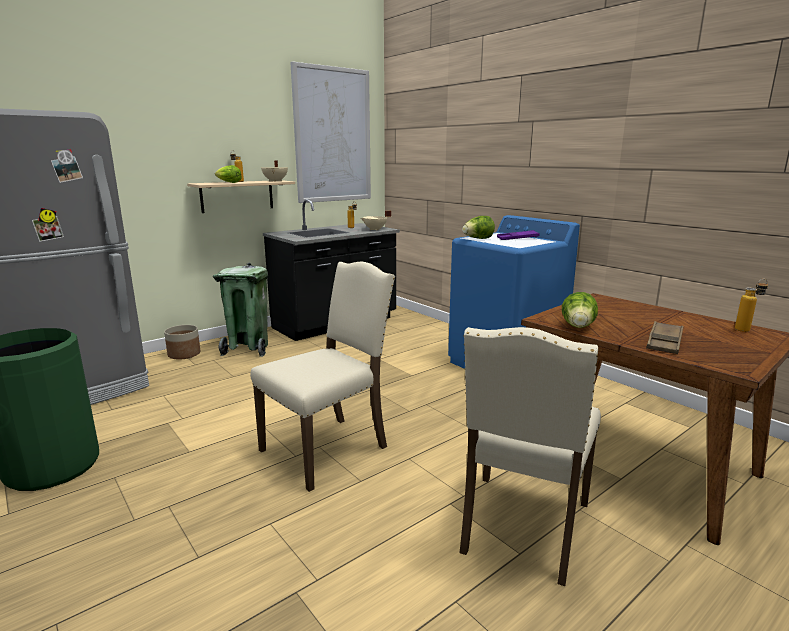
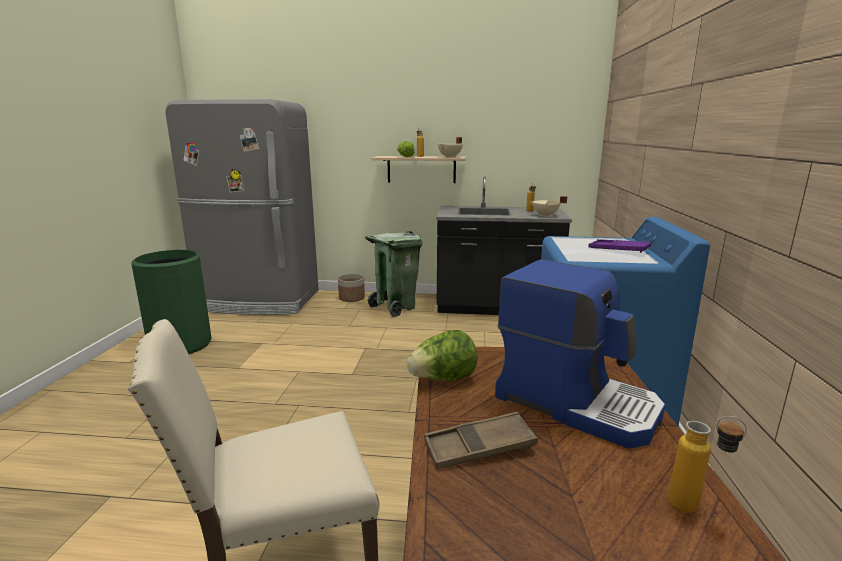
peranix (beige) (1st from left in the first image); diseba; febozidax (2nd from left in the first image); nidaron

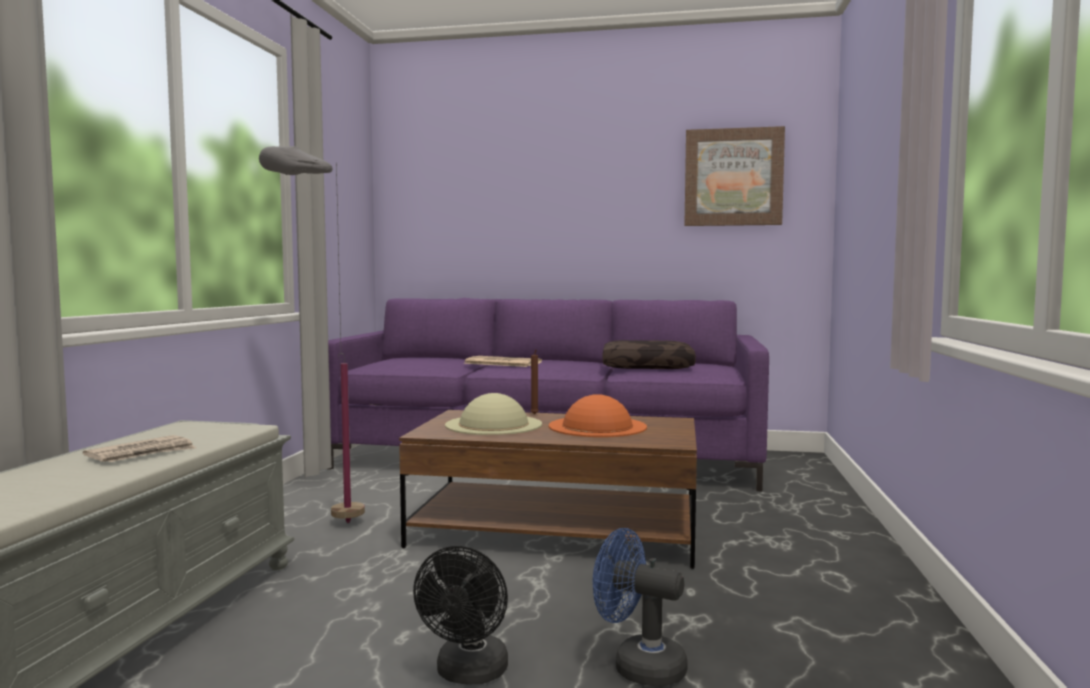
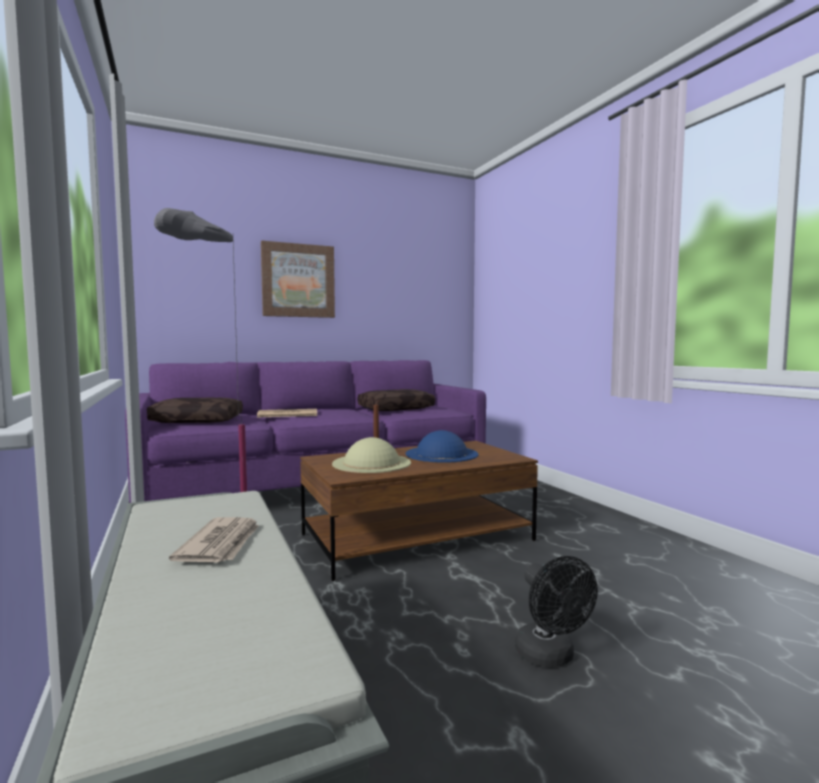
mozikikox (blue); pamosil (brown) (1st from left); diseba; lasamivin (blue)

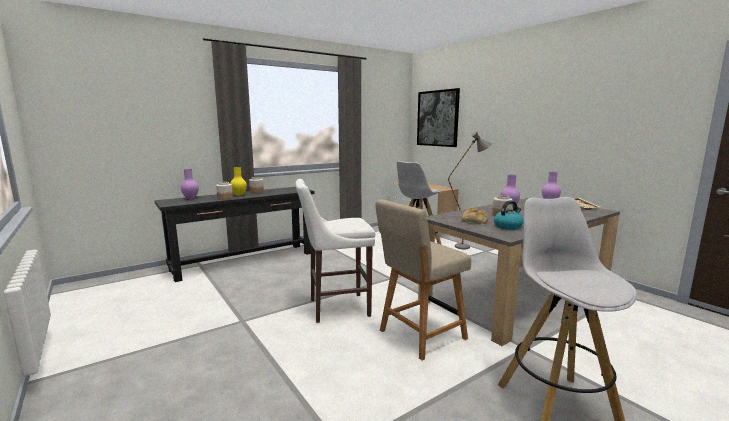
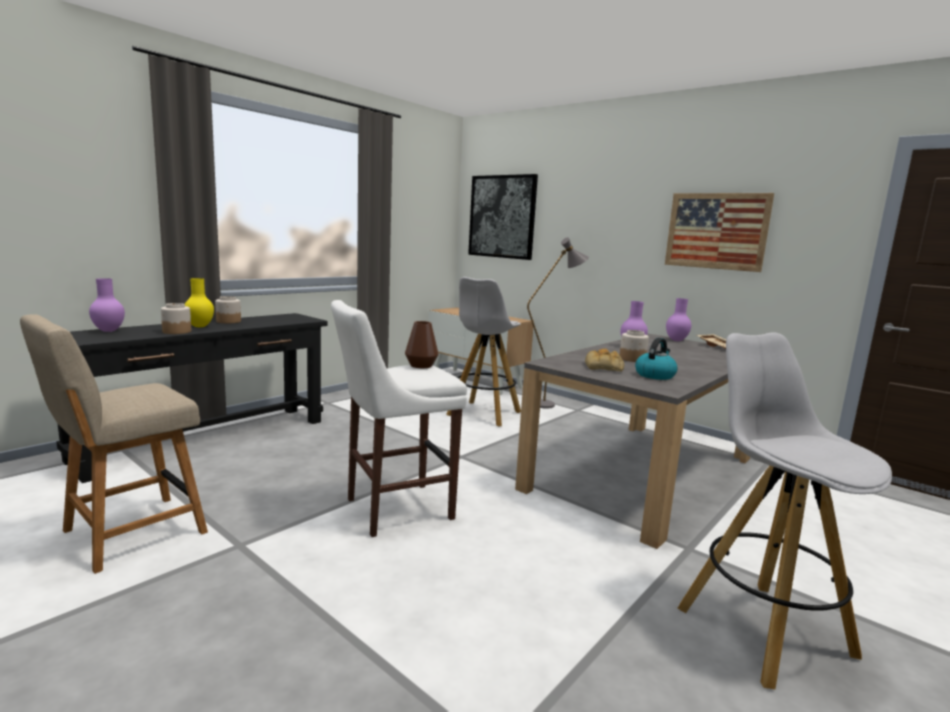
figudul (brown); diseba (2nd from left); peranix (beige)

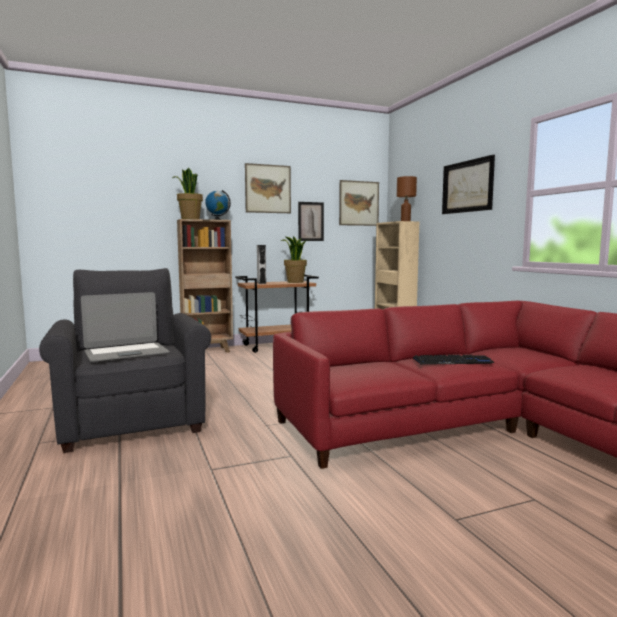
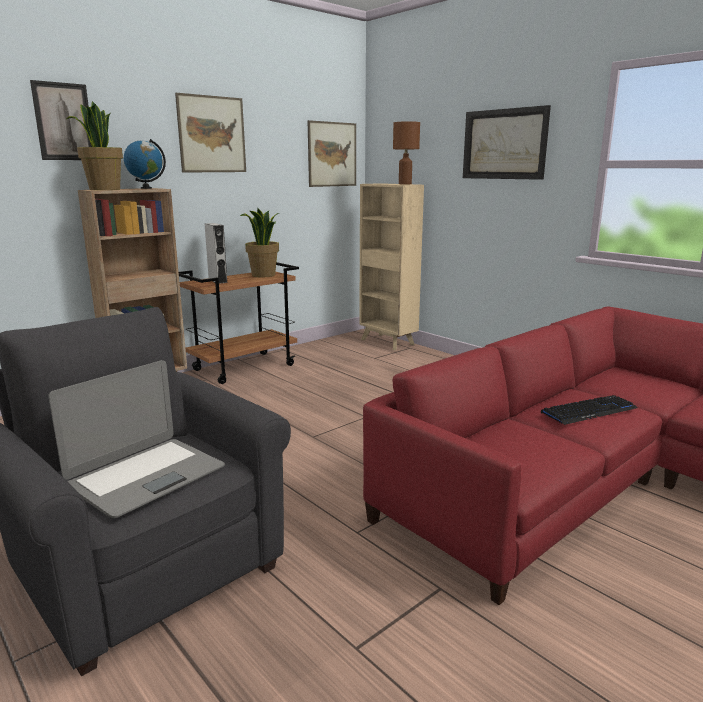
diseba (1st from left)

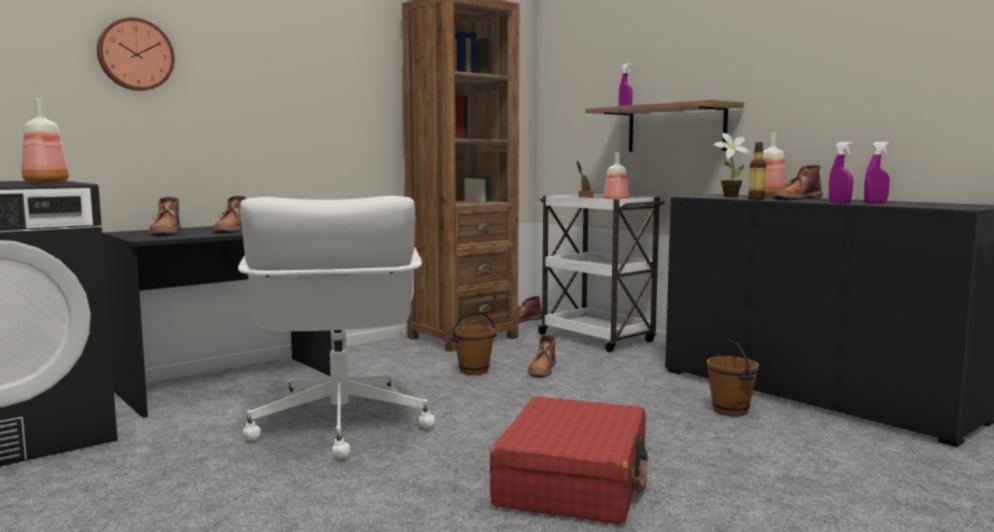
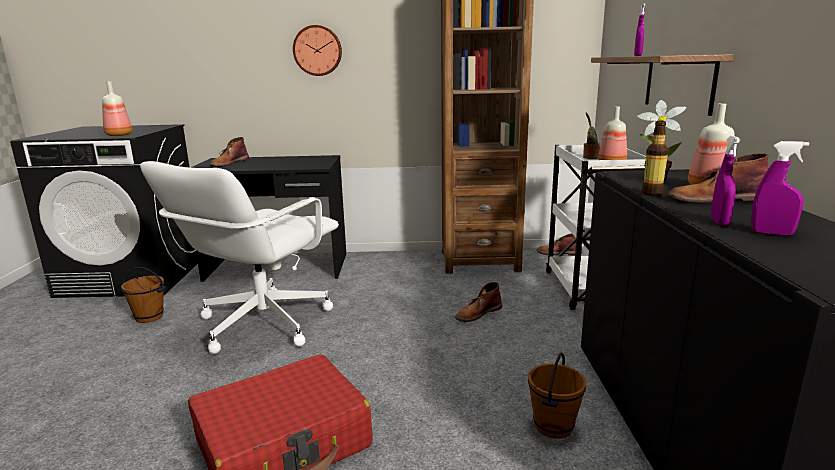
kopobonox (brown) (2nd from left in the first image); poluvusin; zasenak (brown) (1st from left)

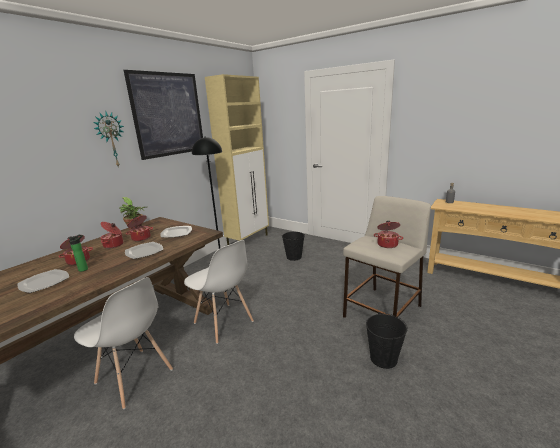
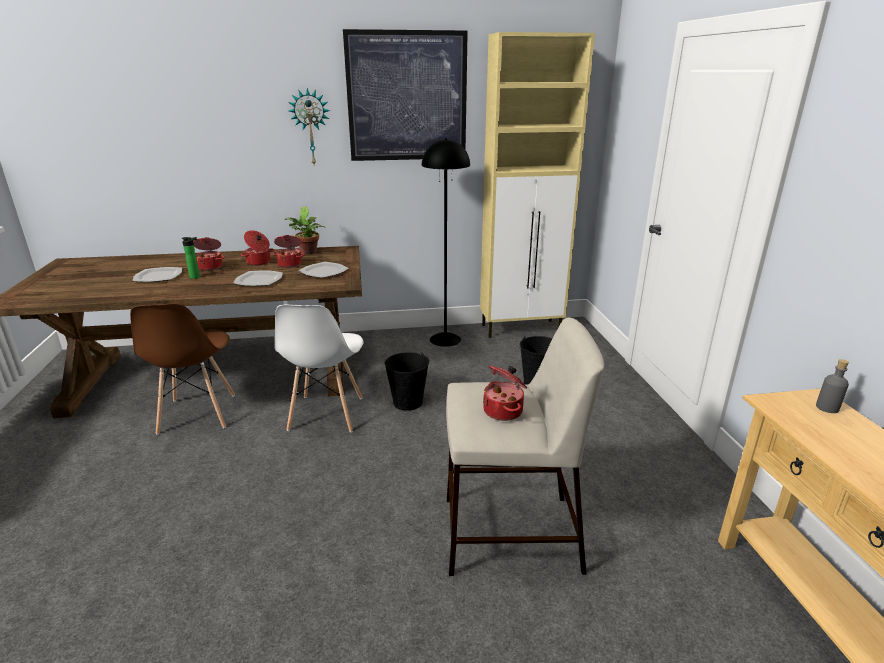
zasenak (black) (1st from left); peranix (brown)

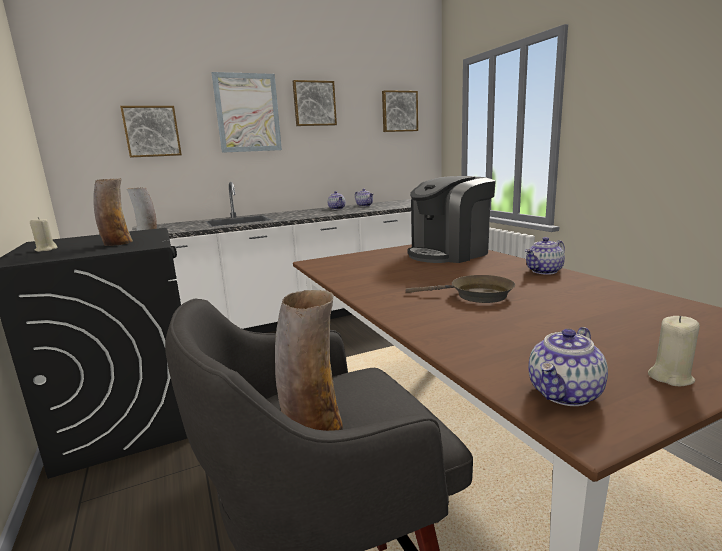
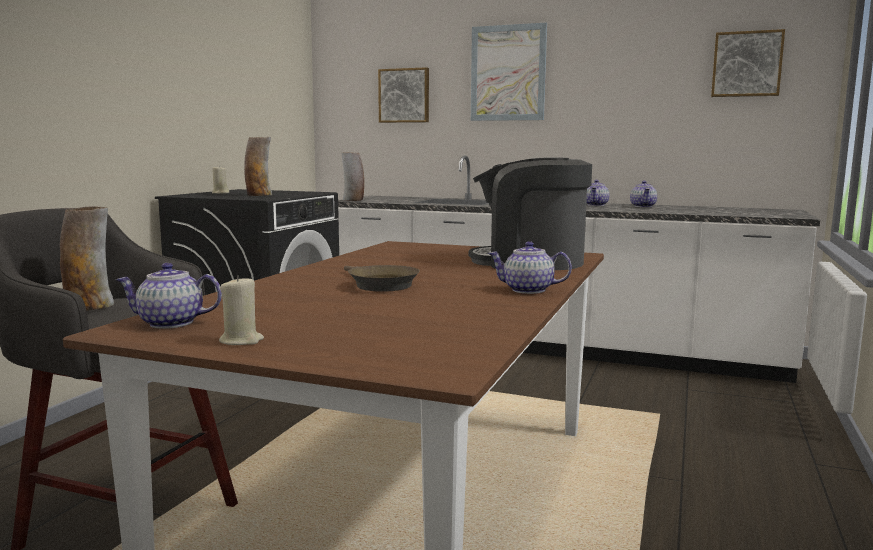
diseba (3rd from left in the first image)

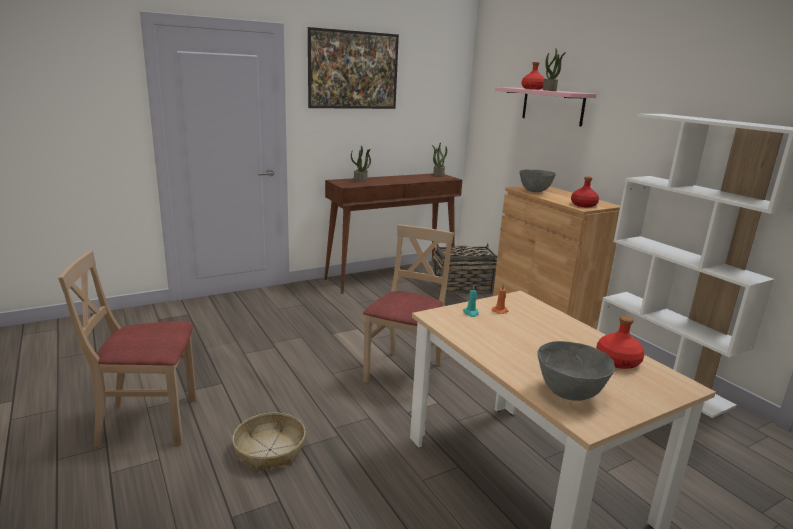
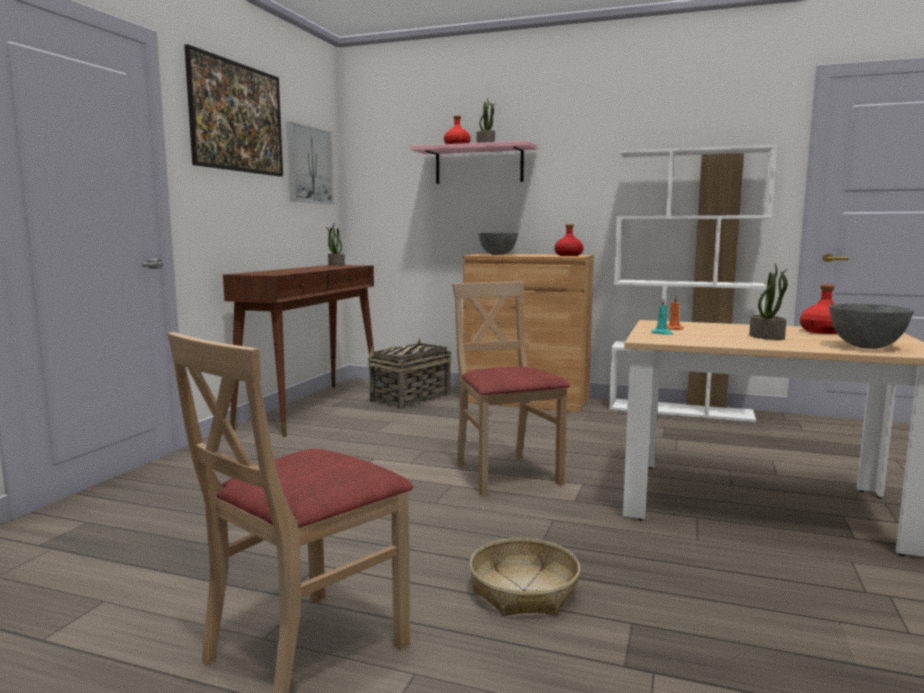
diseba (2nd from left); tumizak (3rd from left)

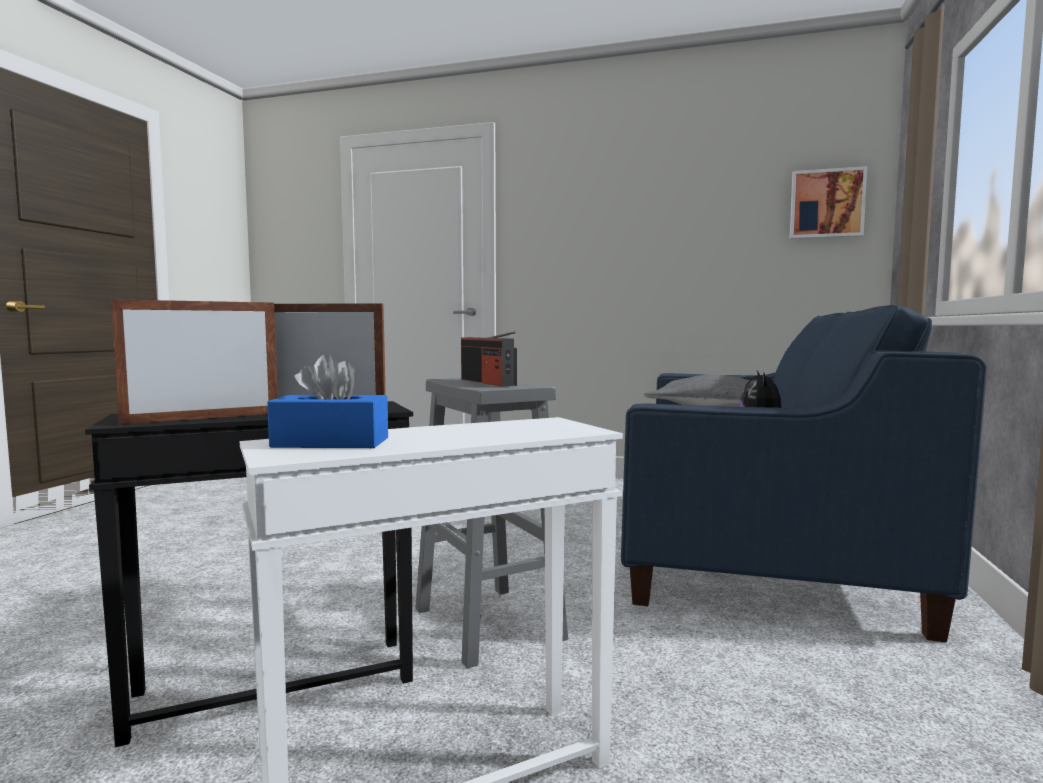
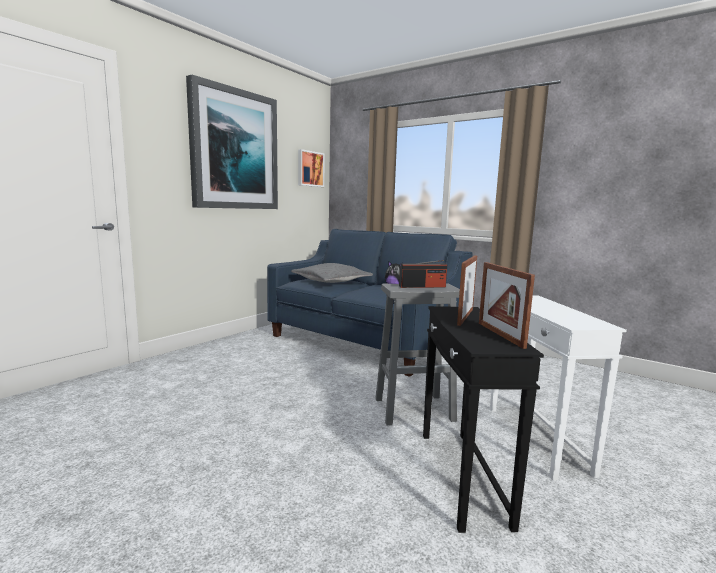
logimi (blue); diseba (1st from left)

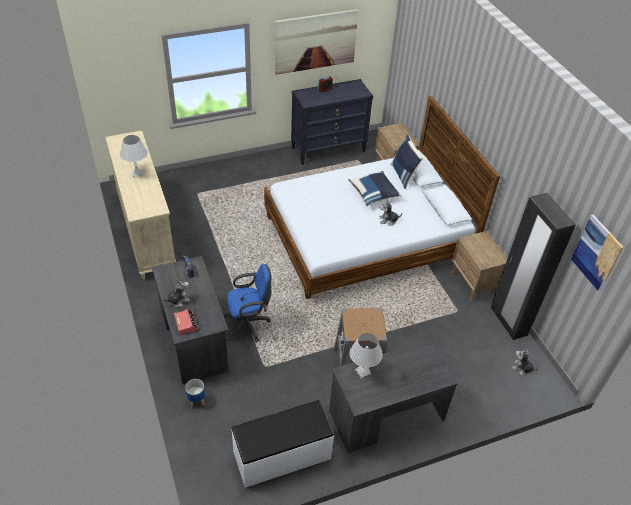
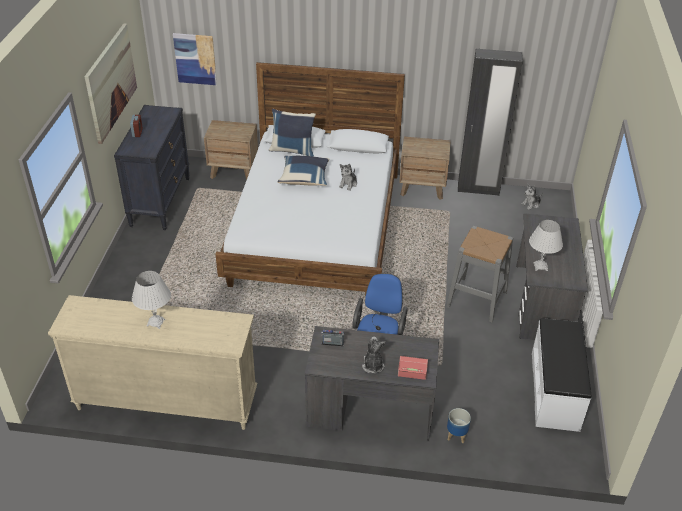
diseba (2nd from left)

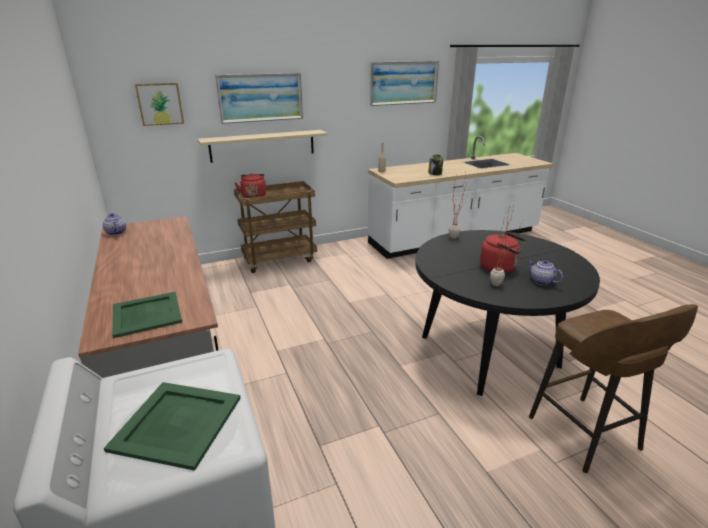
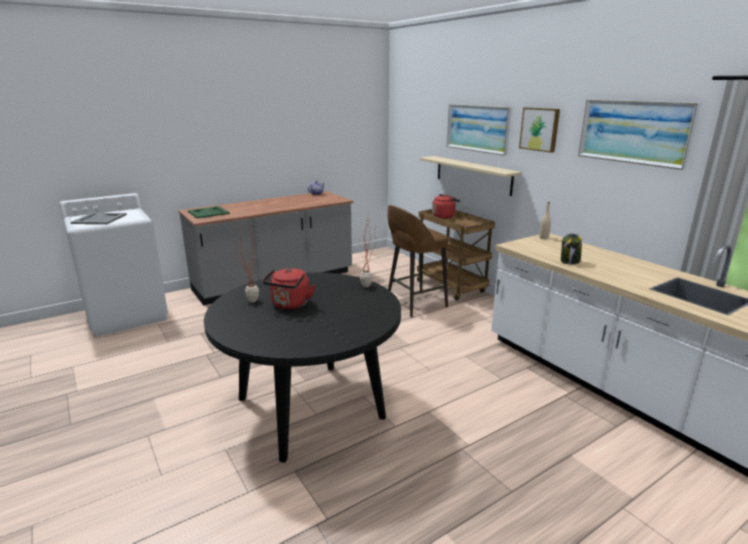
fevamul (2nd from left in the first image); diseba (2nd from left); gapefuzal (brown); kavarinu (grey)

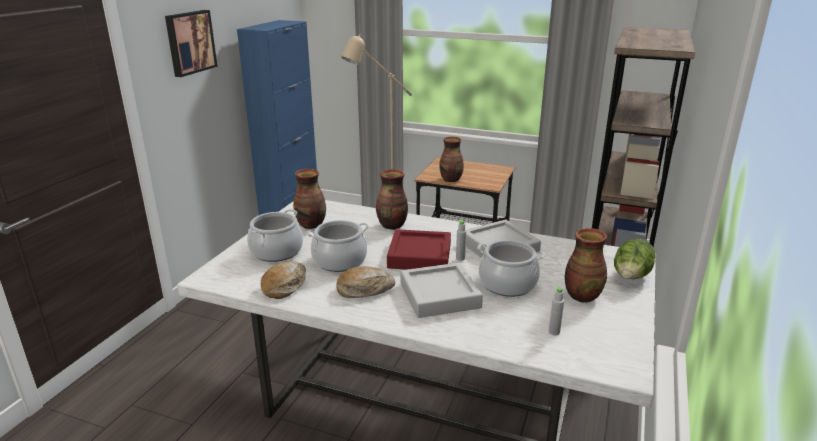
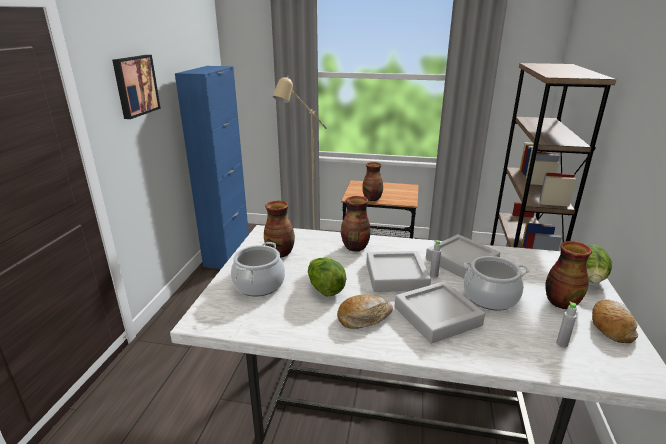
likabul (2nd from left); febozidax (1st from left); kavarinu (grey) (1st from left)

